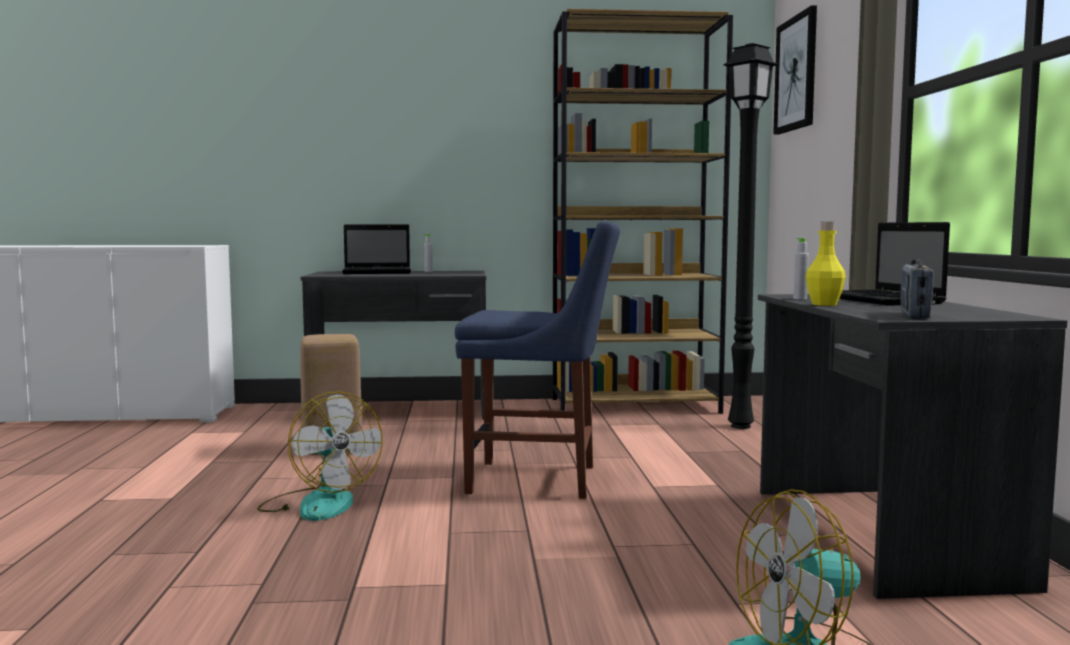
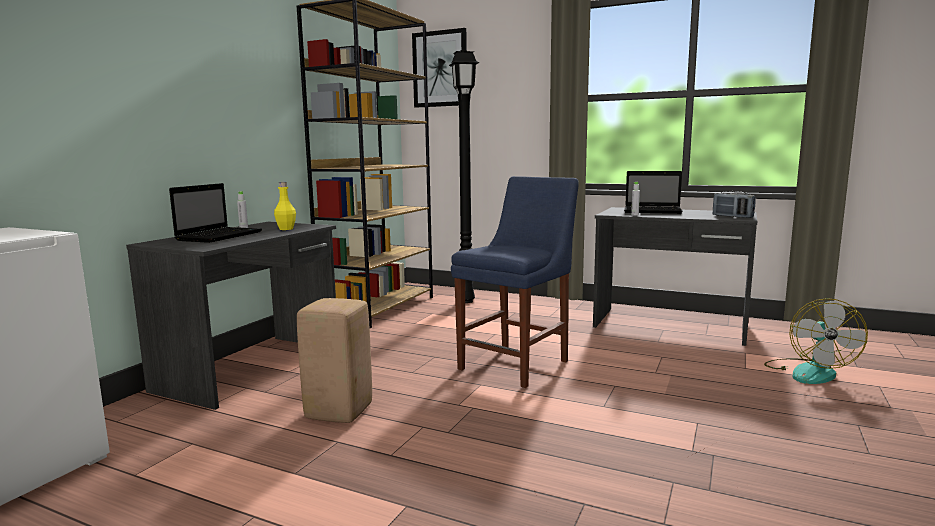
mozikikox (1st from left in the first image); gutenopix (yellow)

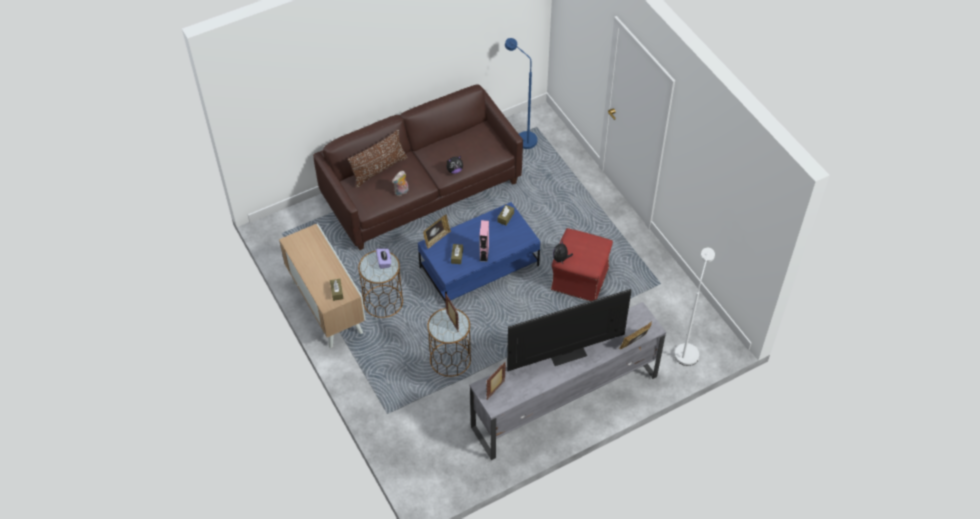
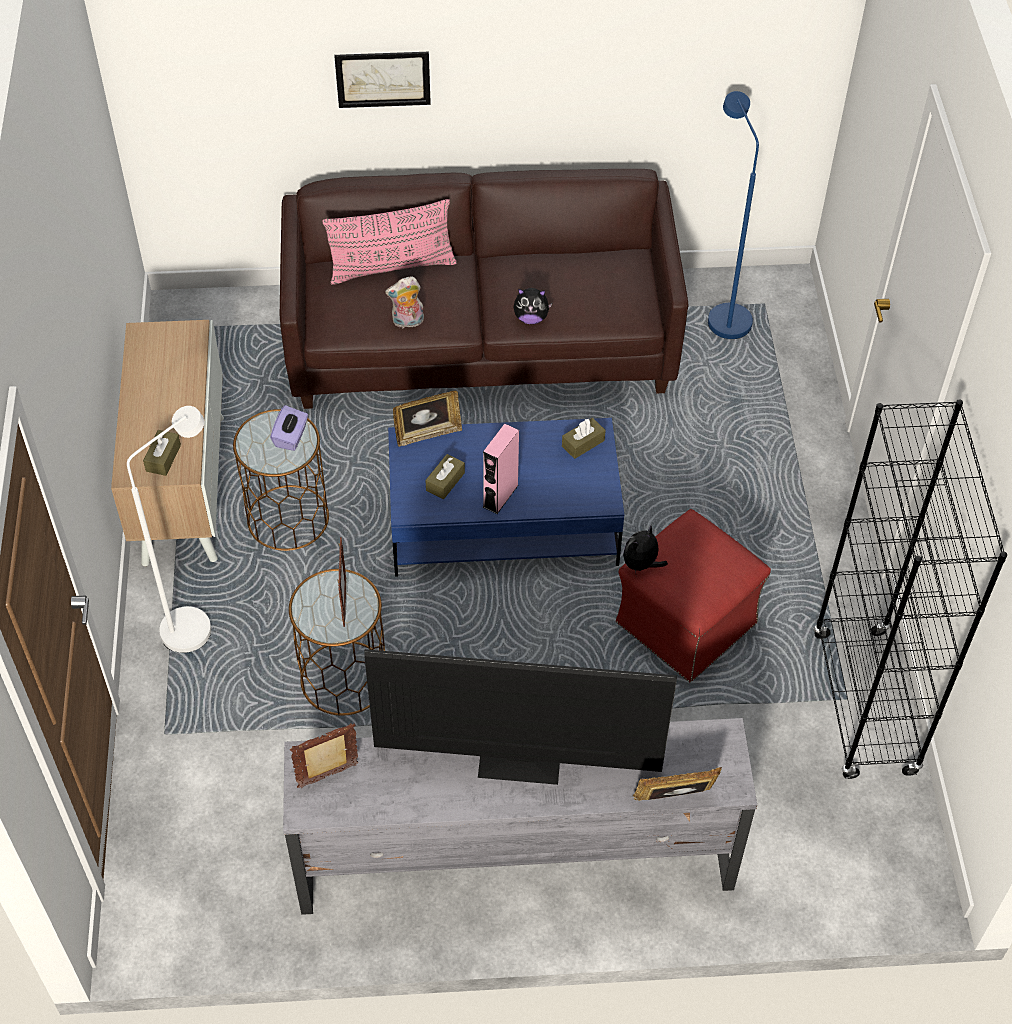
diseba; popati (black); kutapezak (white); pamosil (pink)

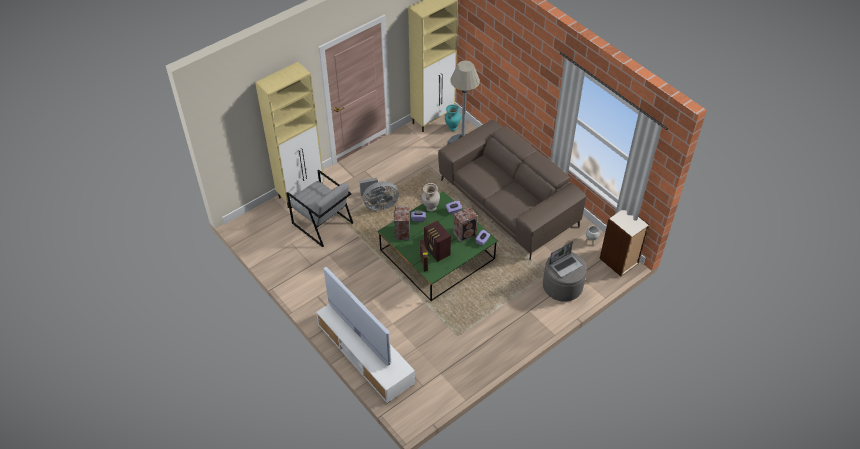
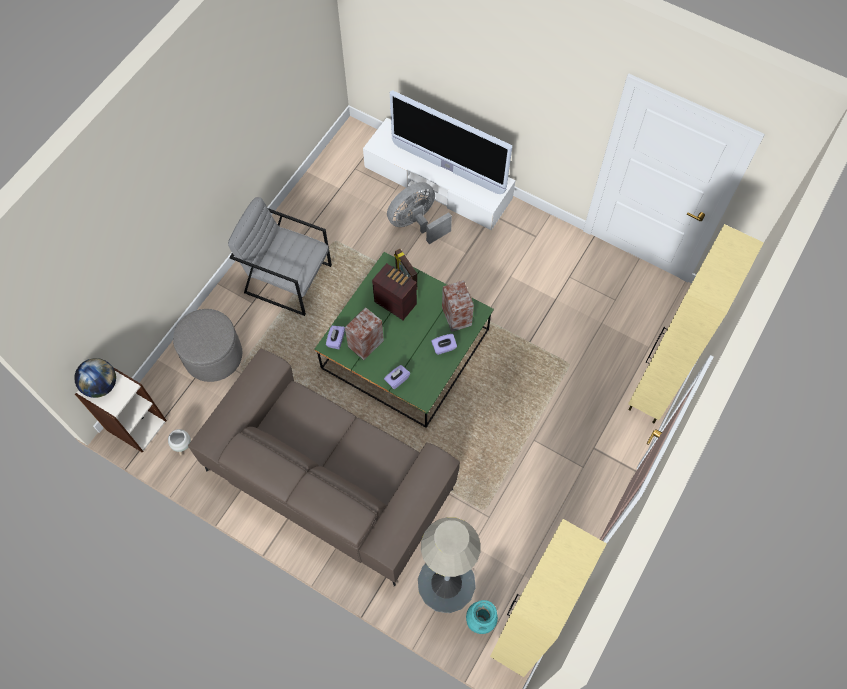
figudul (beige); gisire; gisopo; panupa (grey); mozikikox (grey)

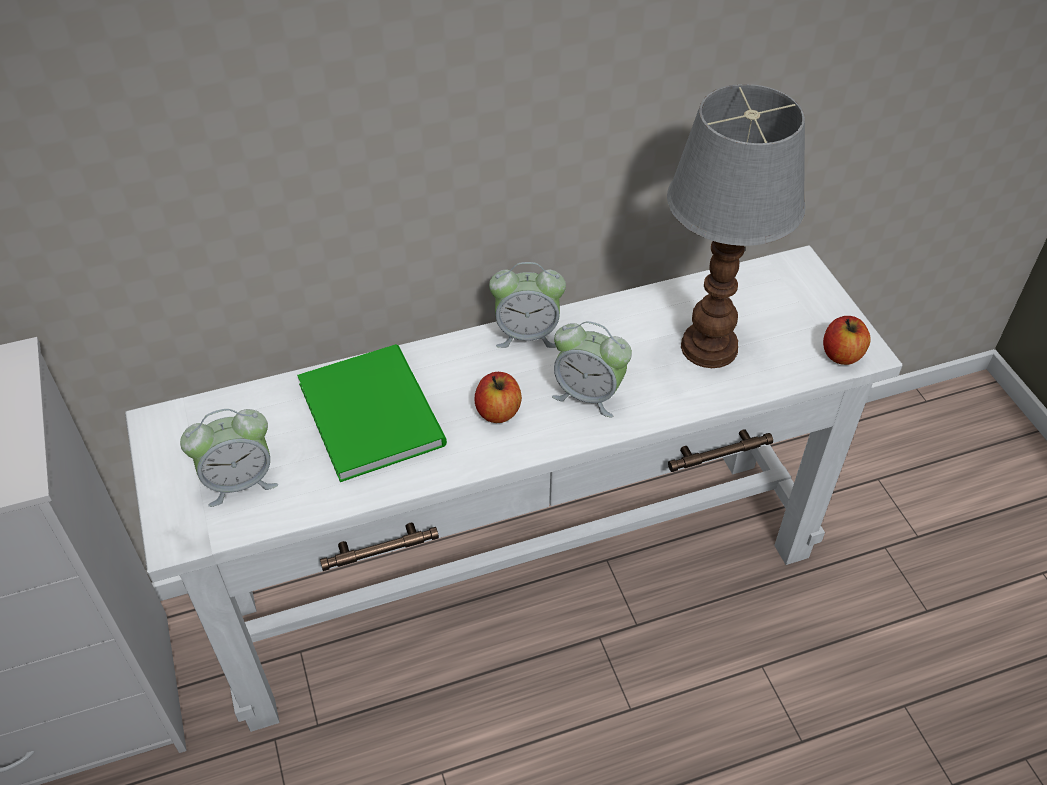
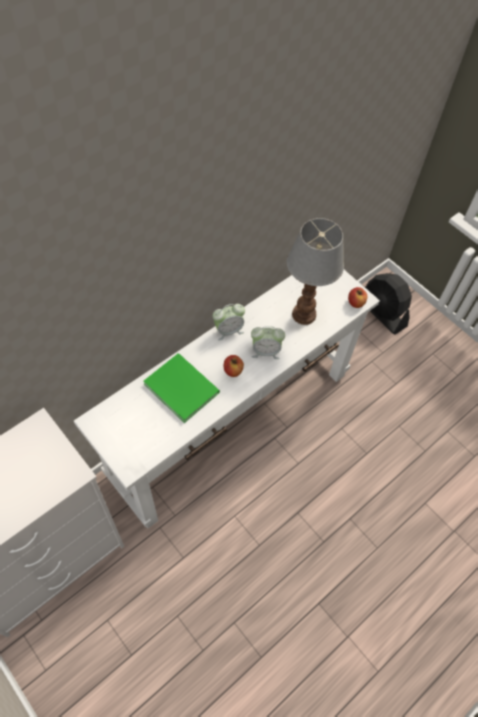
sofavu (1st from left in the first image); mozikikox (black)

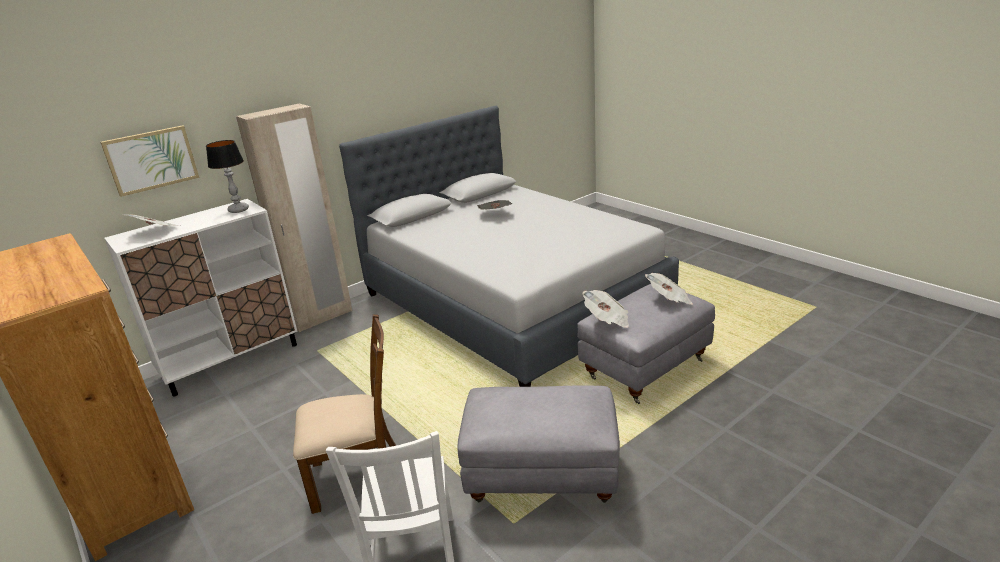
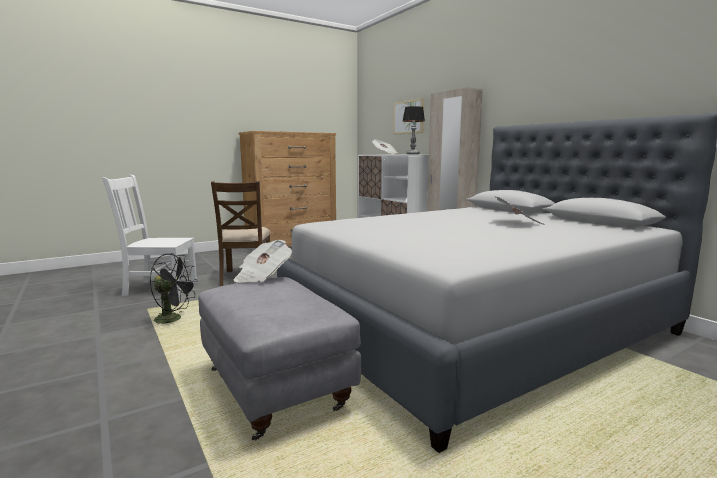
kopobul (4th from left in the first image); mozikikox (black)

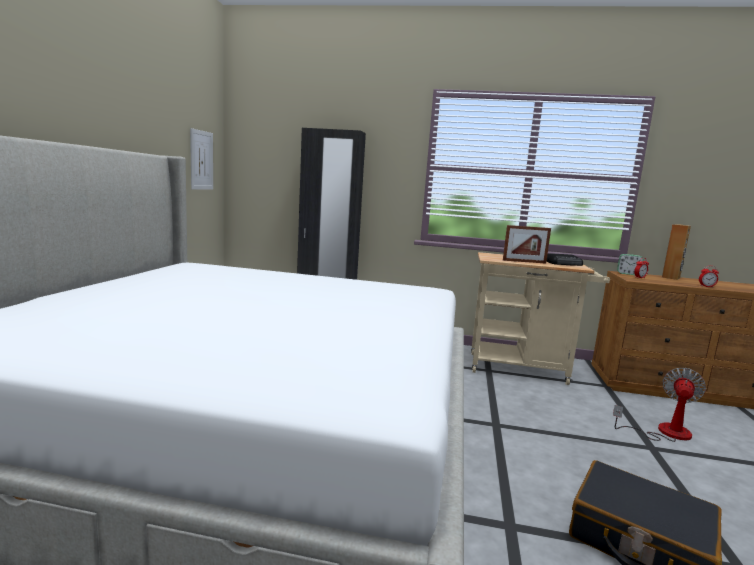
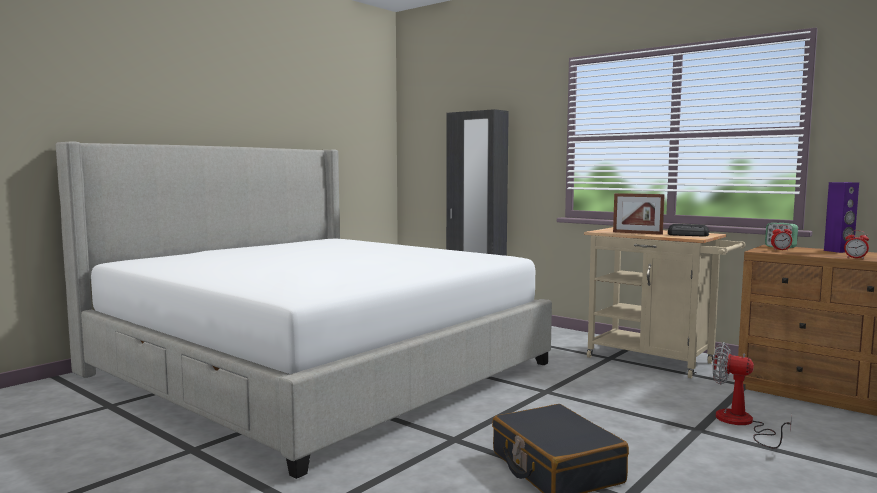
diseba; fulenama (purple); mozikikox

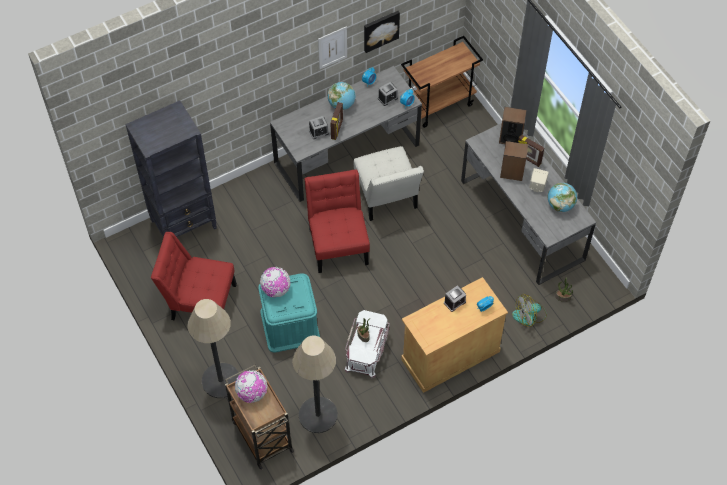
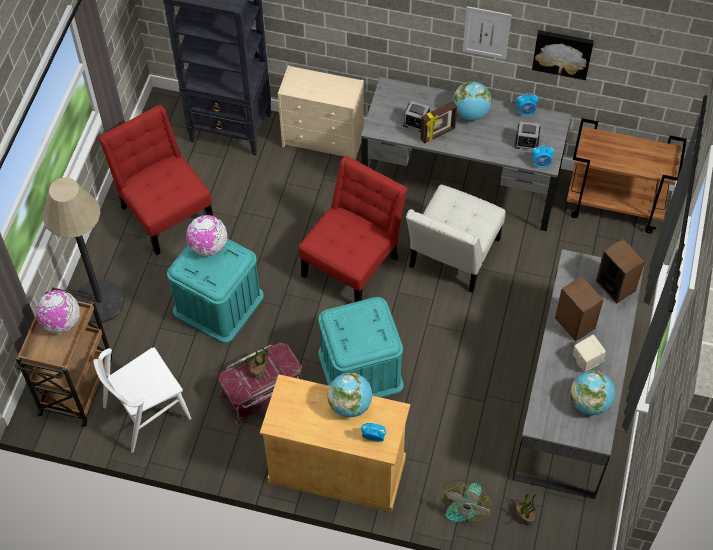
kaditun (2nd from left in the first image); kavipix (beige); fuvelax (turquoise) (2nd from left); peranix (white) (1st from left); gisopo (3rd from left); fuvelax (red); mozikikox

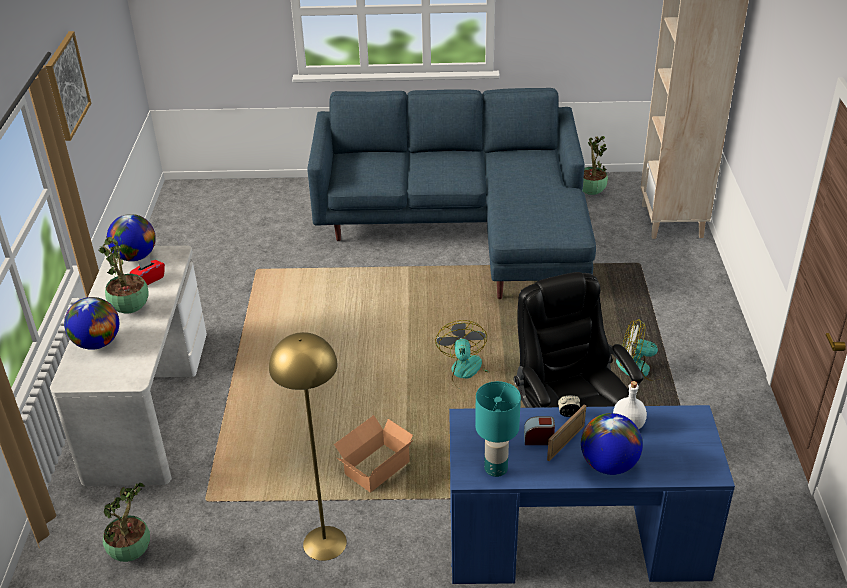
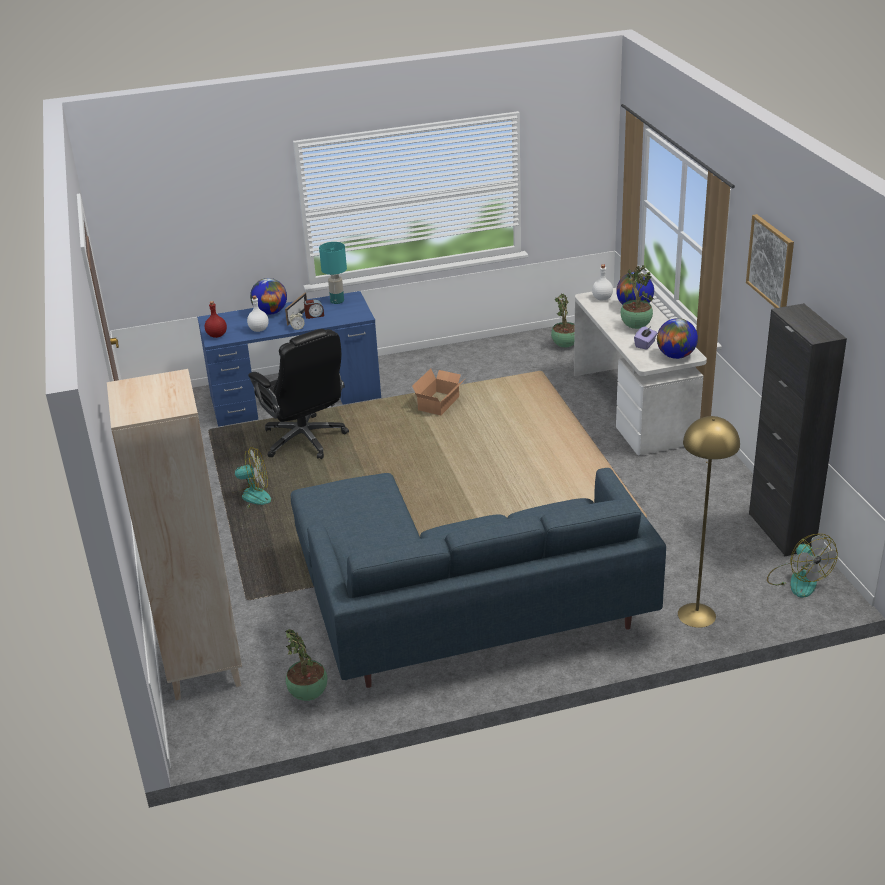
gutenopix (red); gutenopix (white) (2nd from left); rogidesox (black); kutapezak (yellow); mozikikox (2nd from left); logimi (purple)

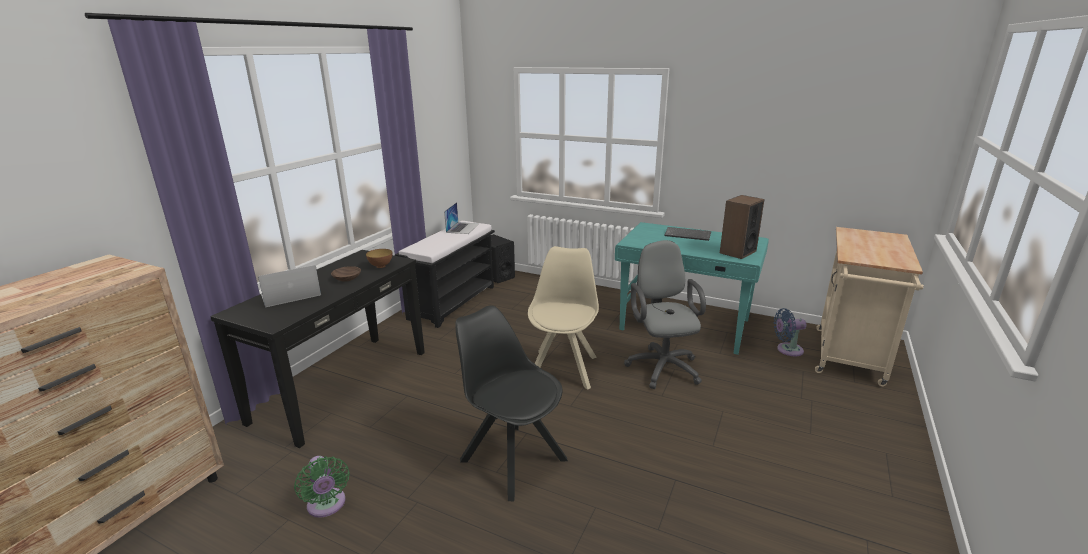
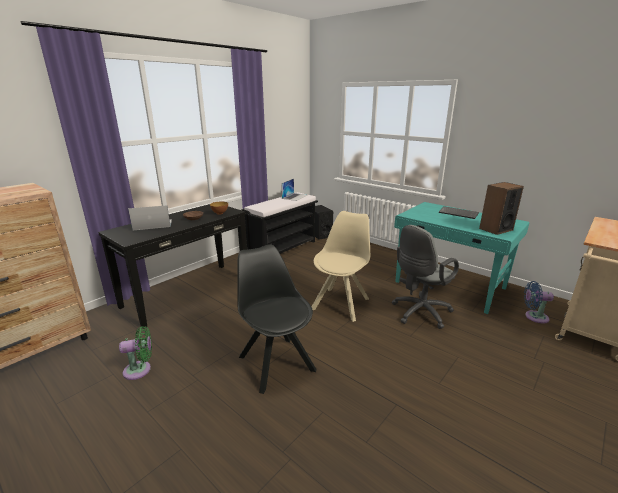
mozikikox (green); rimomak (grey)

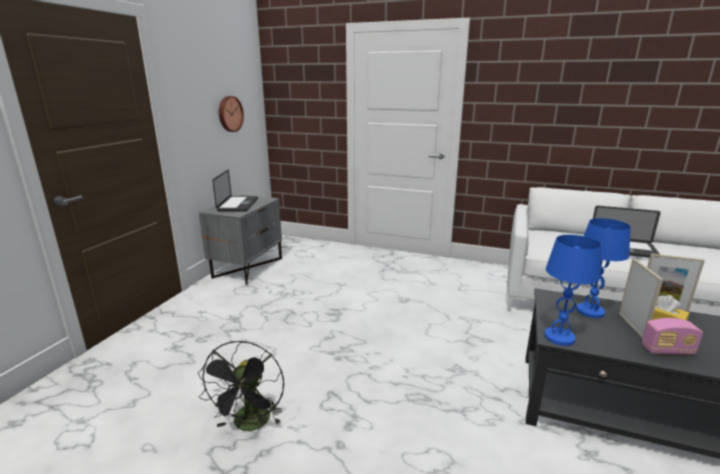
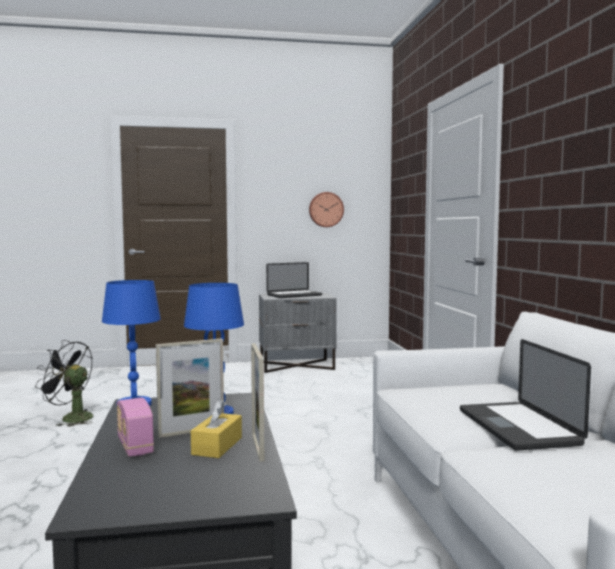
mozikikox (black)

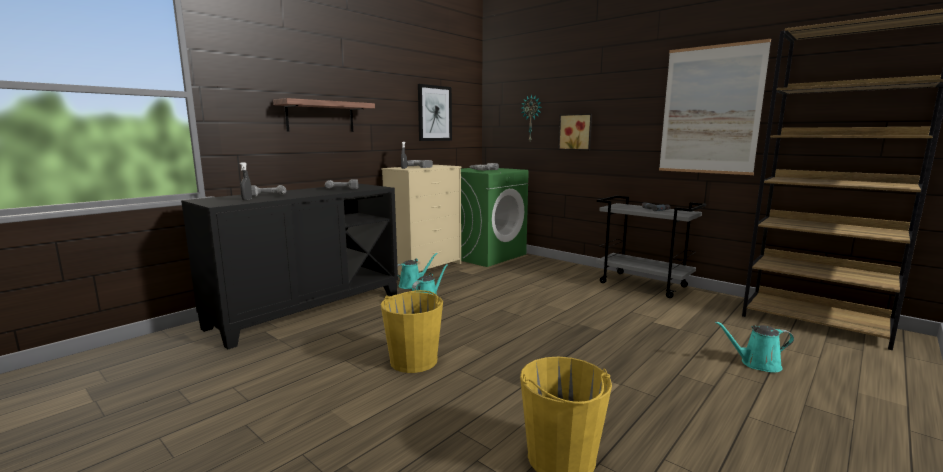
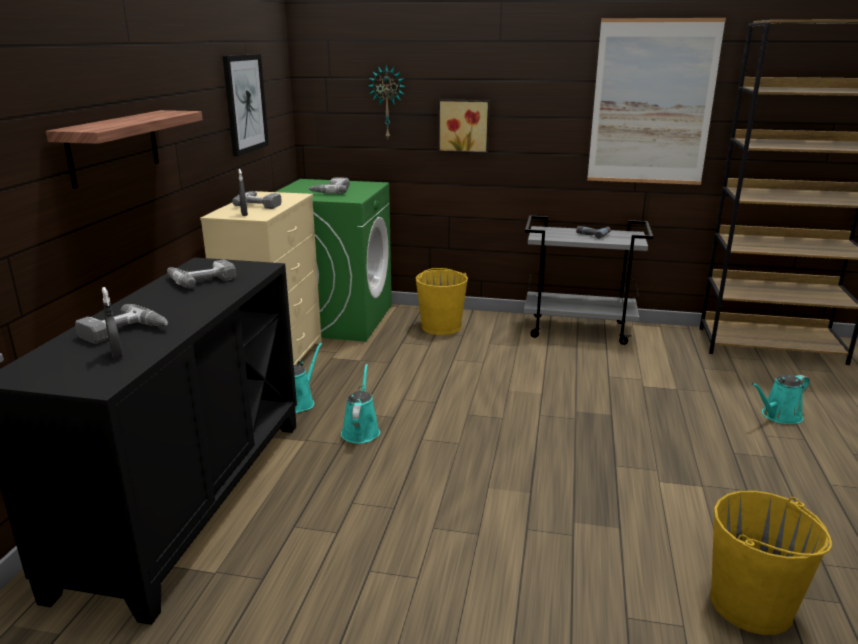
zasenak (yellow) (1st from left)

